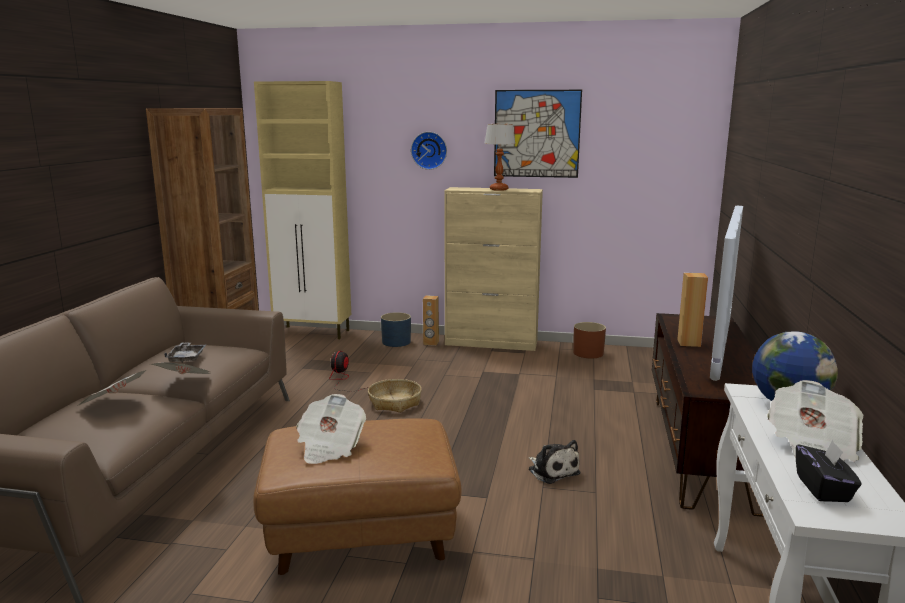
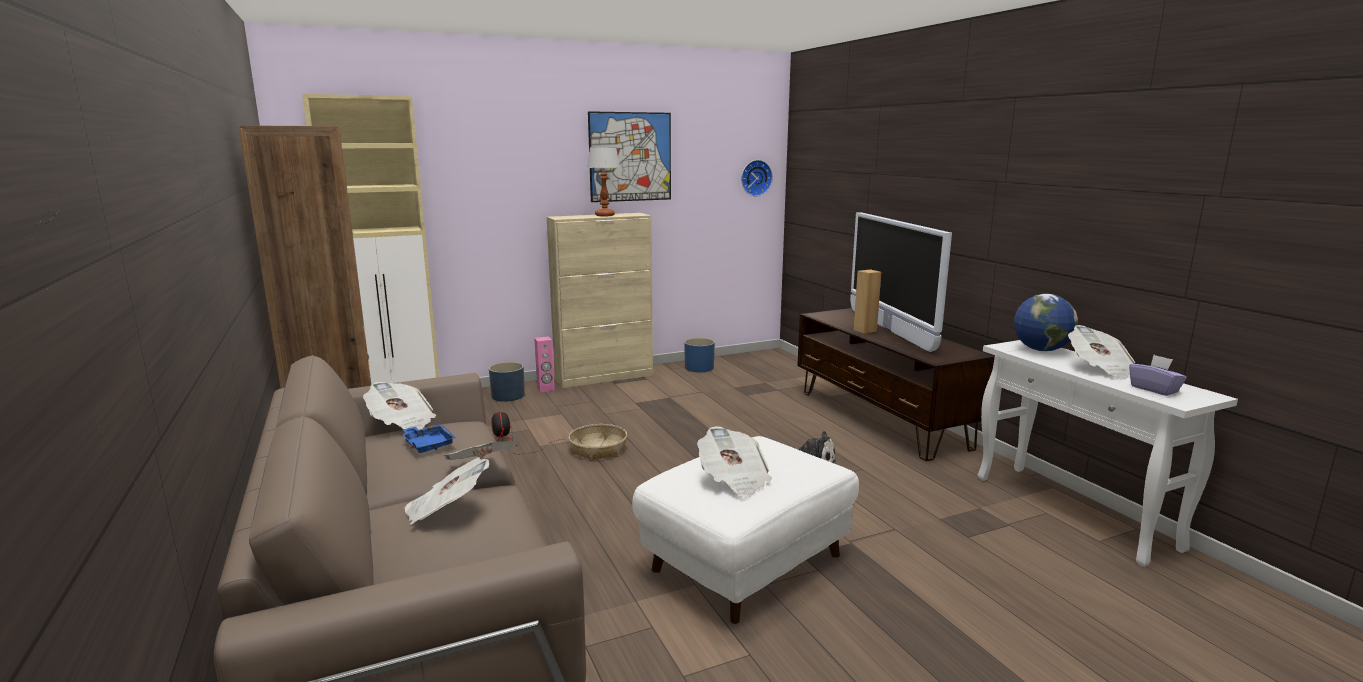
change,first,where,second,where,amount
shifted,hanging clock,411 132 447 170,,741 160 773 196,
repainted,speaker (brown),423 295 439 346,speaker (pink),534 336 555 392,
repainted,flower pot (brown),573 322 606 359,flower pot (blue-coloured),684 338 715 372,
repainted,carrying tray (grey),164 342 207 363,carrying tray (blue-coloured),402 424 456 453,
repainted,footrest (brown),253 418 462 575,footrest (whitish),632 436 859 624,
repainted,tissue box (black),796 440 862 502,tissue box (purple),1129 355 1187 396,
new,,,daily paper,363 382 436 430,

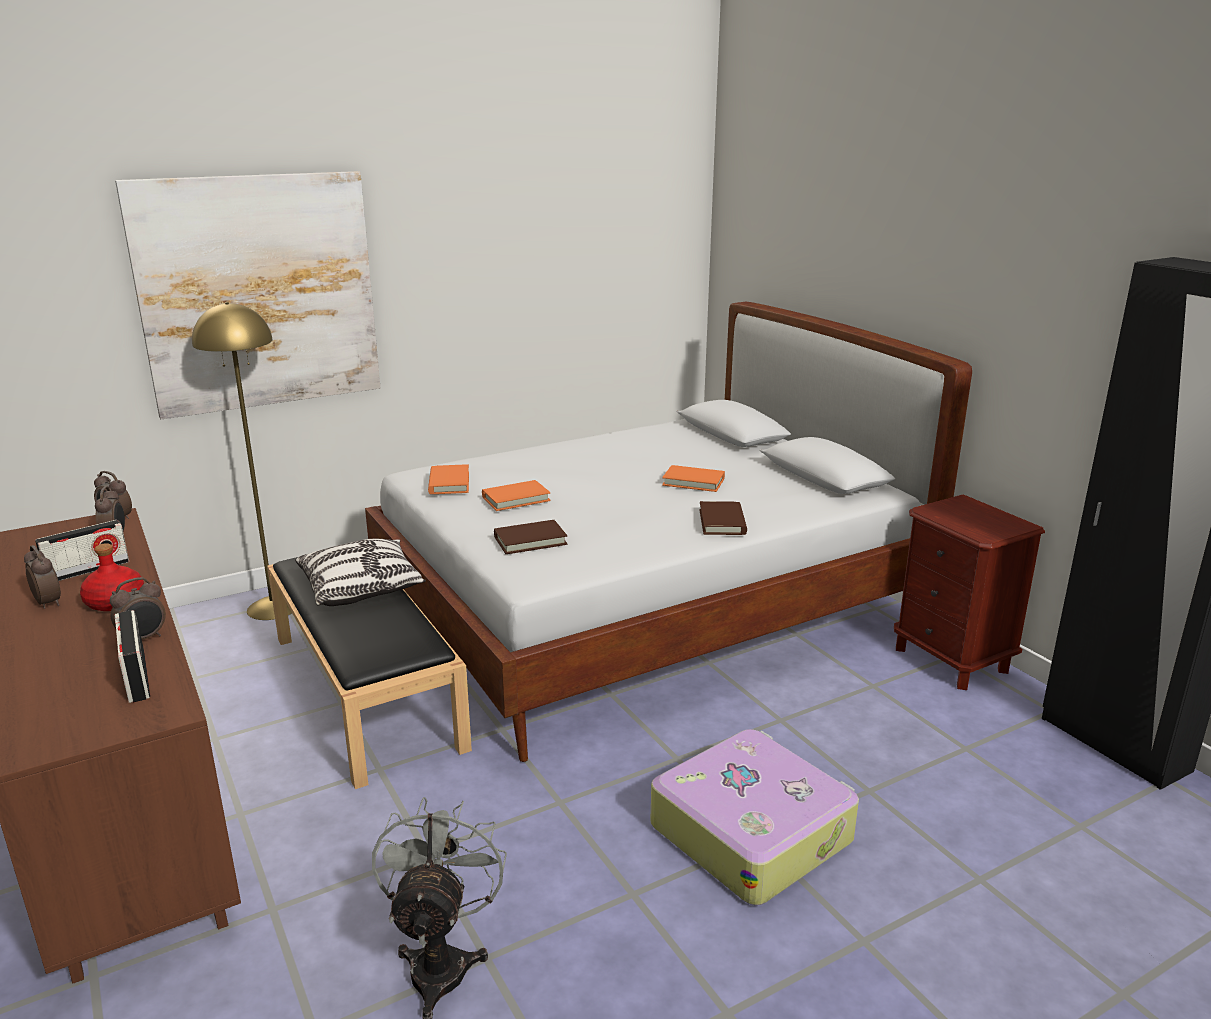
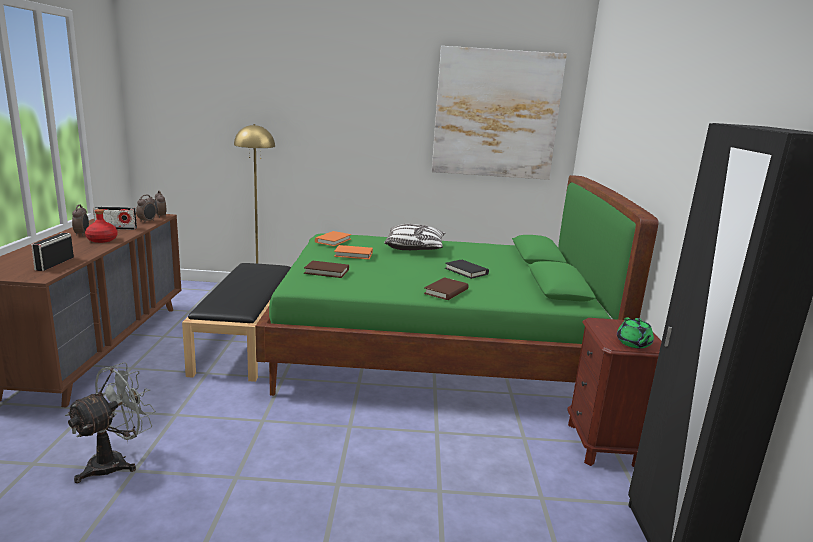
change,first,where,second,where,amount
shifted,wall art,115 171 380 419,,432 46 567 180,
repainted,sleeping bed (whitish),365 302 972 762,sleeping bed (greenish),255 175 659 396,
repainted,volume (orangey),662 465 725 492,volume (black),445 260 489 279,
shifted,throw pillow,295 539 426 606,,384 224 446 250,
gone,alarm clock,110 577 166 640,,,
gone,travel case,651 729 859 905,,,
new,,,teapot (greenish),617 317 654 349,

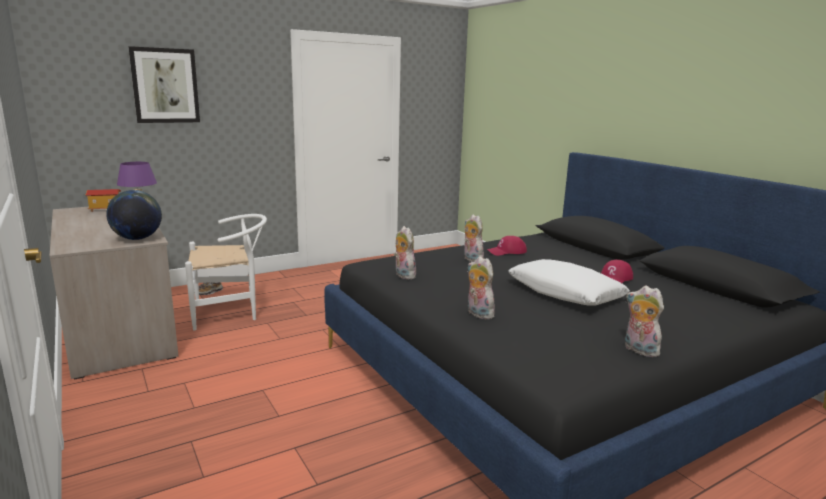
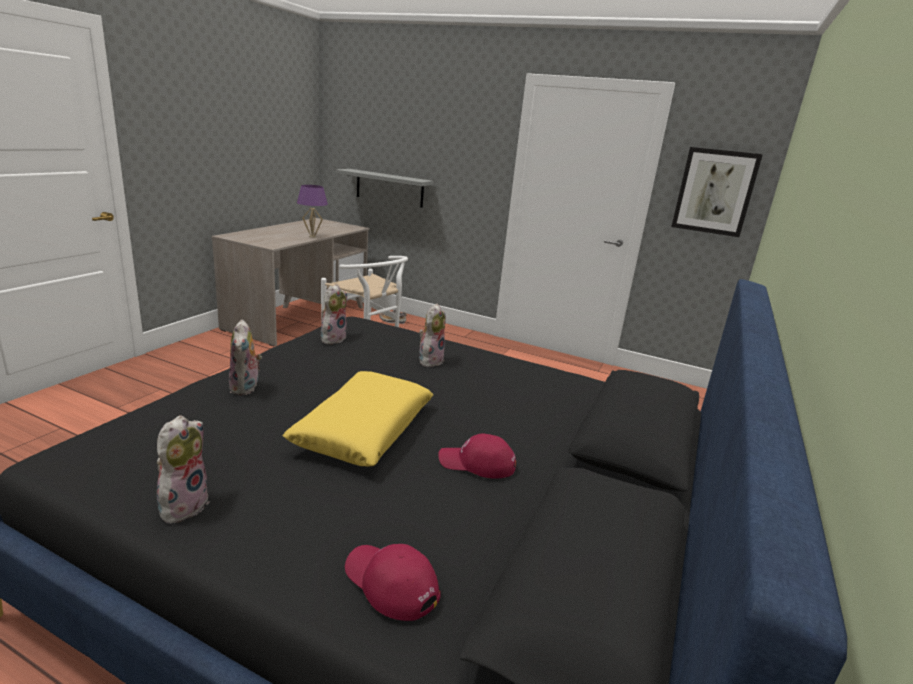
change,first,where,second,where,amount
shifted,wall art,129 46 200 123,,671 147 763 237,
gone,miniature house,85 189 121 212,,,
gone,world globe,106 190 162 240,,,
shifted,peaked cap (reddish),487 236 527 256,,345 544 441 621,
rotated,plush toy,468 256 496 319,,229 319 262 395,150 degrees clockwise
repainted,throw pillow (whitish),509 259 630 305,throw pillow (yellow-coloured),283 371 433 467,
new,,,wall shelf (grey),336 169 434 208,

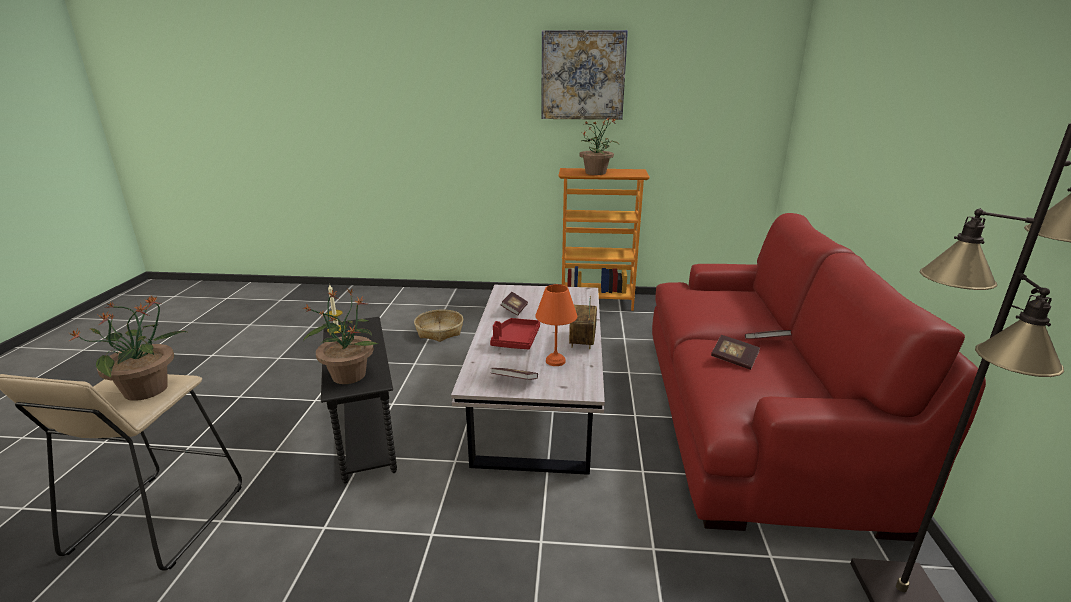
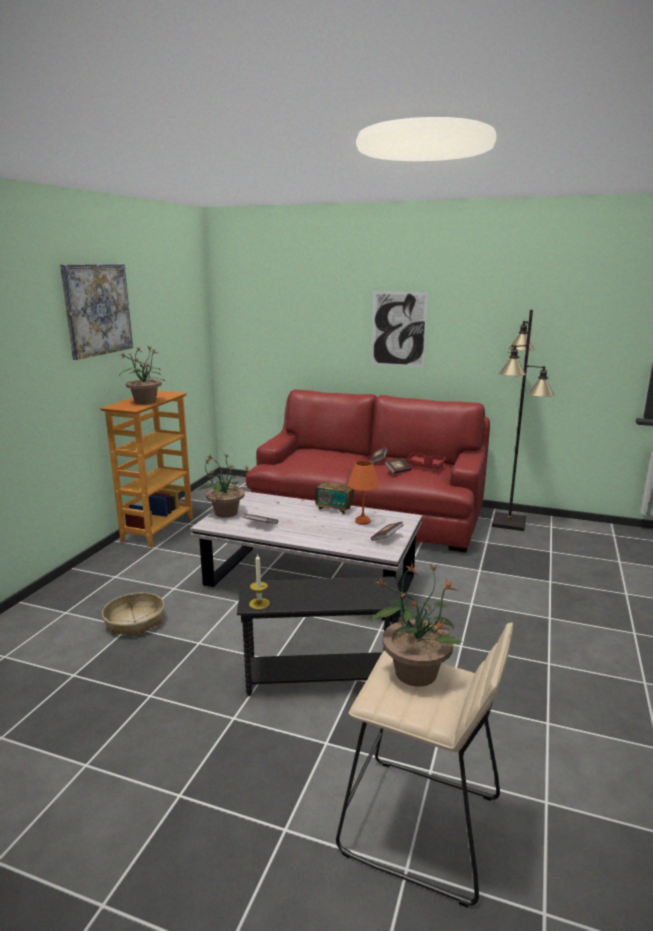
change,first,where,second,where,amount
shifted,houseplant,303 289 378 384,,197 453 248 518,
shifted,carrying tray (reddish),490 318 540 349,,406 453 446 469,
new,,,wall art,372 291 428 367,

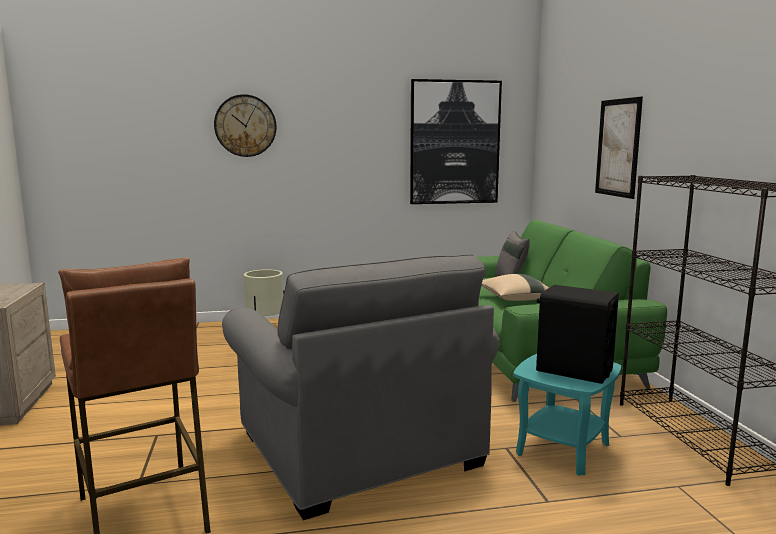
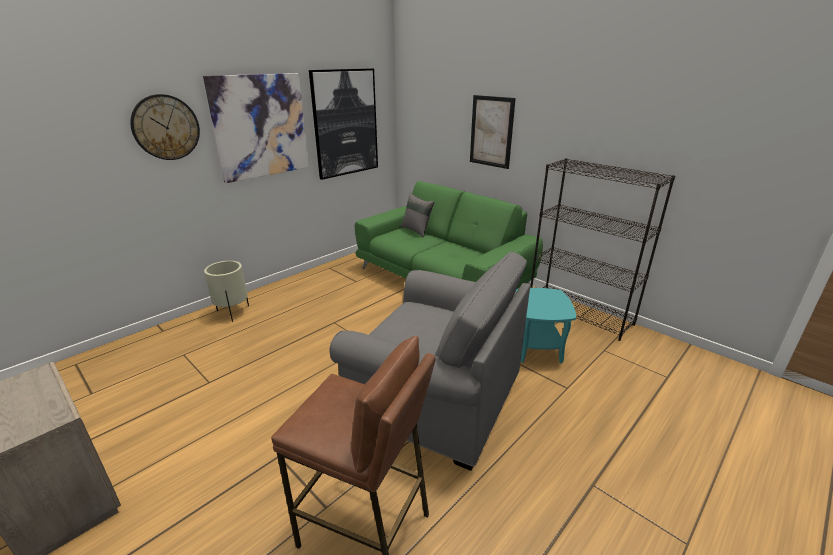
change,first,where,second,where,amount
gone,throw pillow (beige),481 274 549 301,,,
gone,speaker (black),536 285 619 384,,,
new,,,wall art,203 73 309 183,

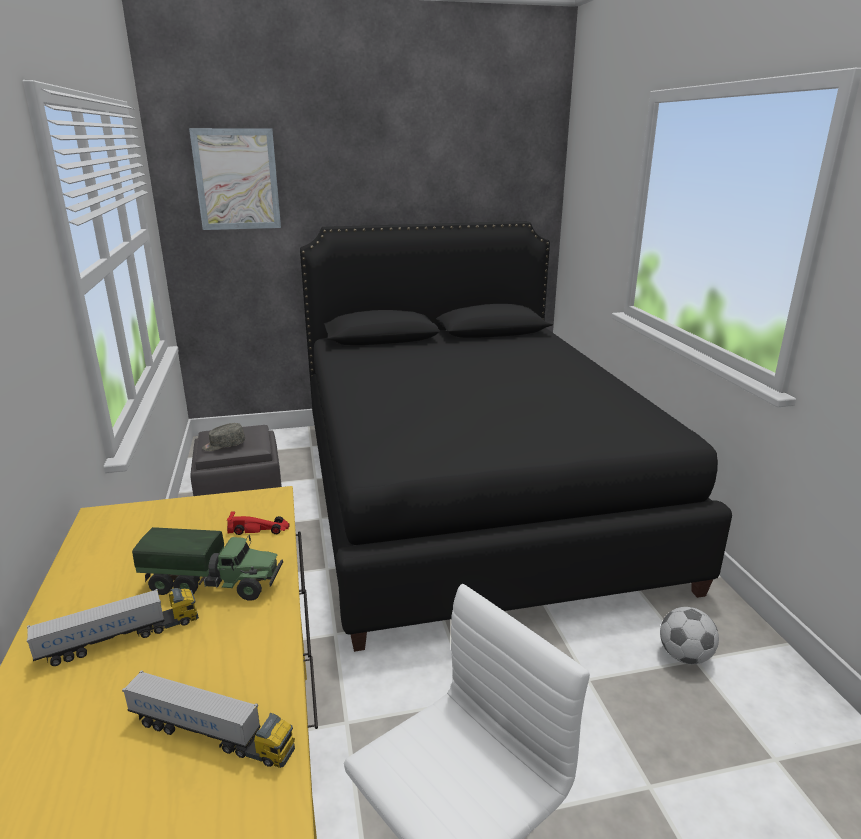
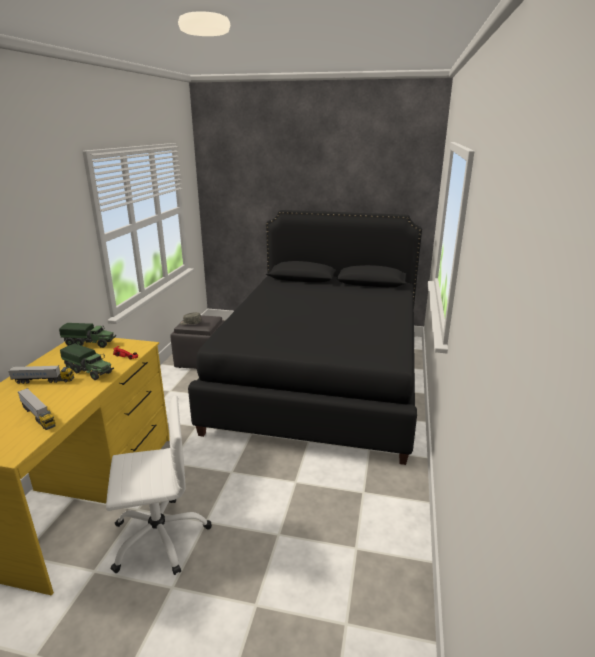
change,first,where,second,where,amount
gone,wall art,189 128 281 230,,,
gone,football,660 607 719 664,,,
new,,,toy lorry,59 323 116 348,

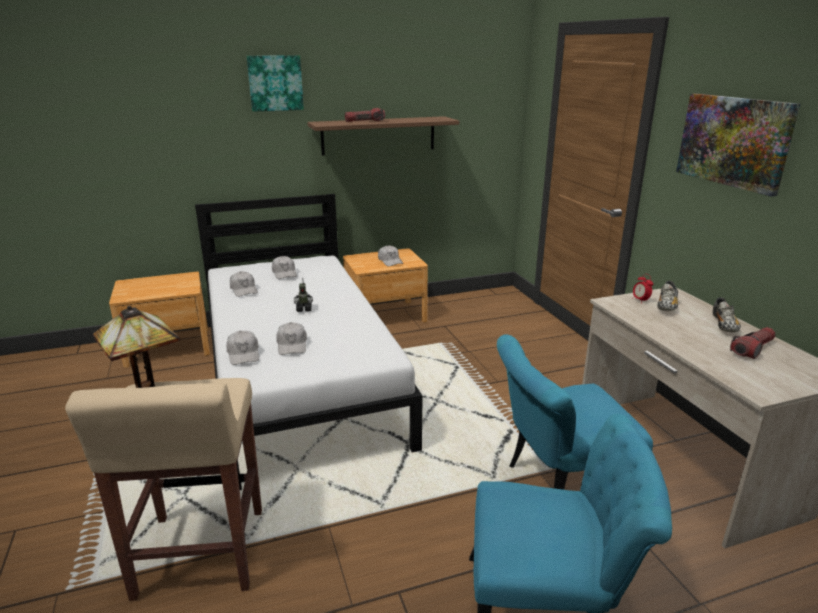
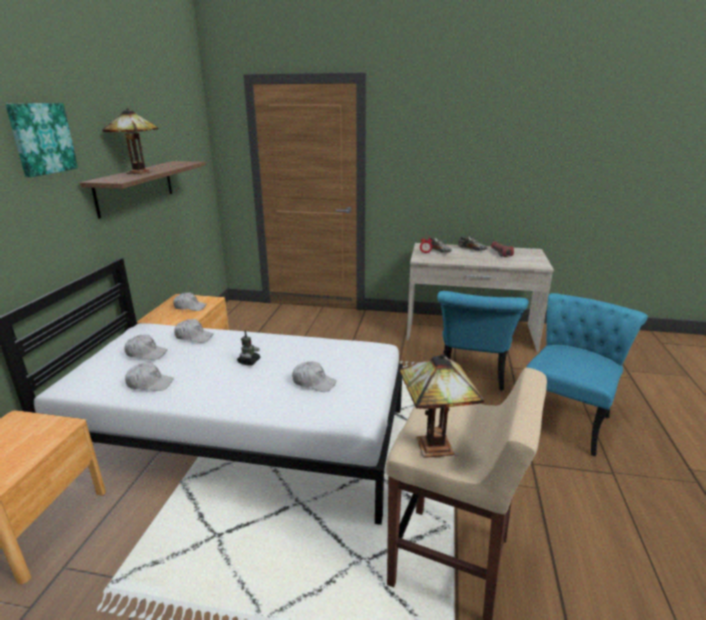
change,first,where,second,where,amount
gone,wall art,676 94 800 197,,,
swapped,flashlight,345 108 385 122,tabletop lamp,102 108 159 174,
shifted,peaked cap (whitish),226 331 259 365,,174 319 213 343,

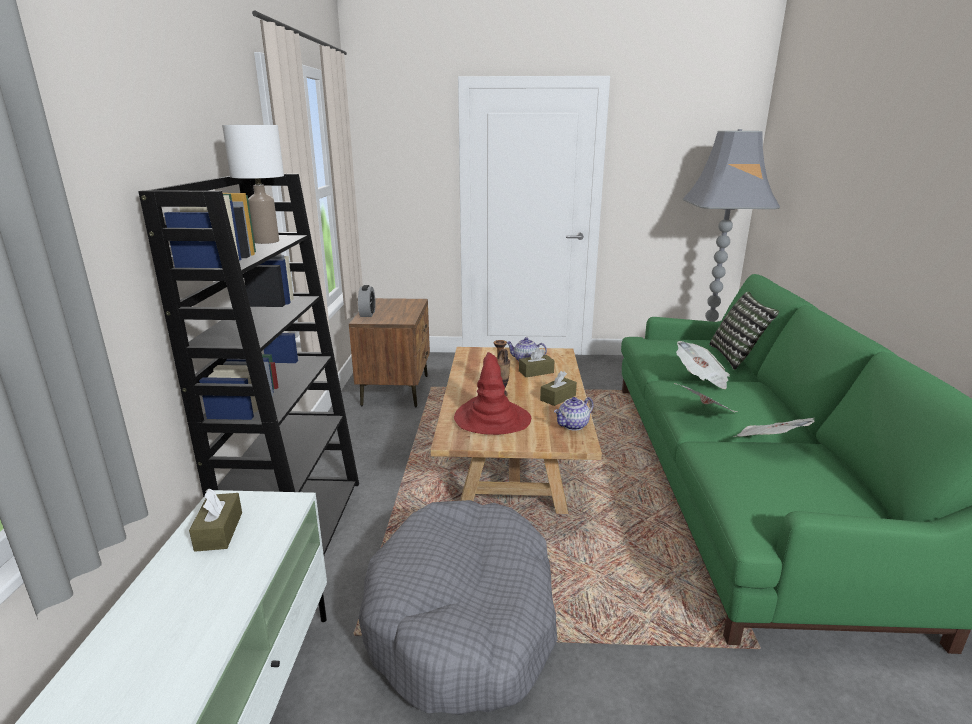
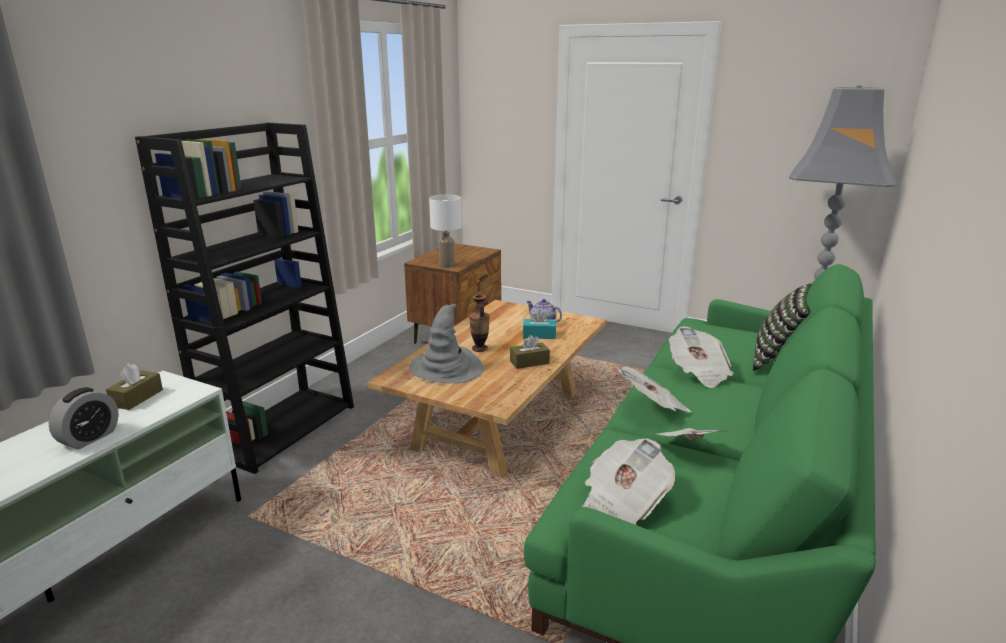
change,first,where,second,where,amount
shifted,tabletop lamp (whitish),222 125 284 244,,429 195 462 268,
shifted,alarm clock,358 285 375 317,,48 387 119 449,
repainted,tissue box (brown),519 348 555 377,tissue box (turquoise),523 310 556 339,
repainted,wearable hat (reddish),454 352 531 435,wearable hat (grey),409 304 483 383,
gone,teapot,554 397 594 431,,,
gone,pet bed (grey),358 500 557 715,,,
new,,,daily paper,582 438 675 525,

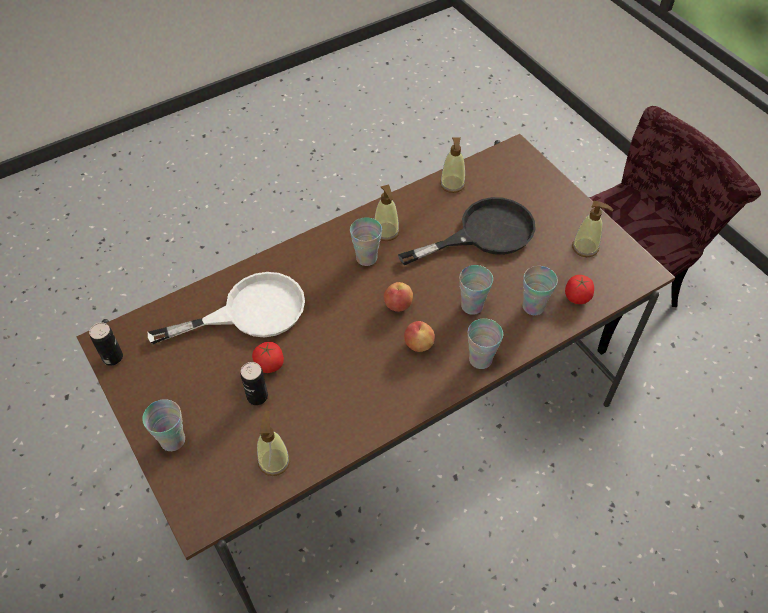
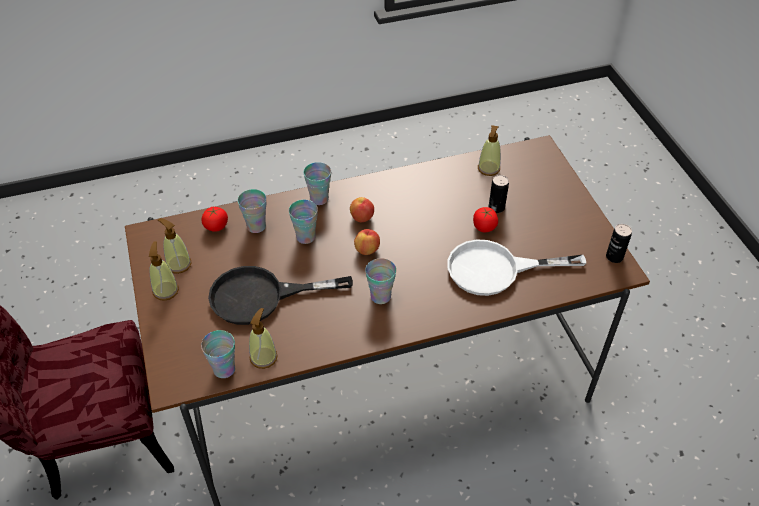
change,first,where,second,where,amount
shifted,soap bottle,374 184 400 241,,149 241 179 301,
shifted,cup,142 399 185 451,,201 330 235 378,

